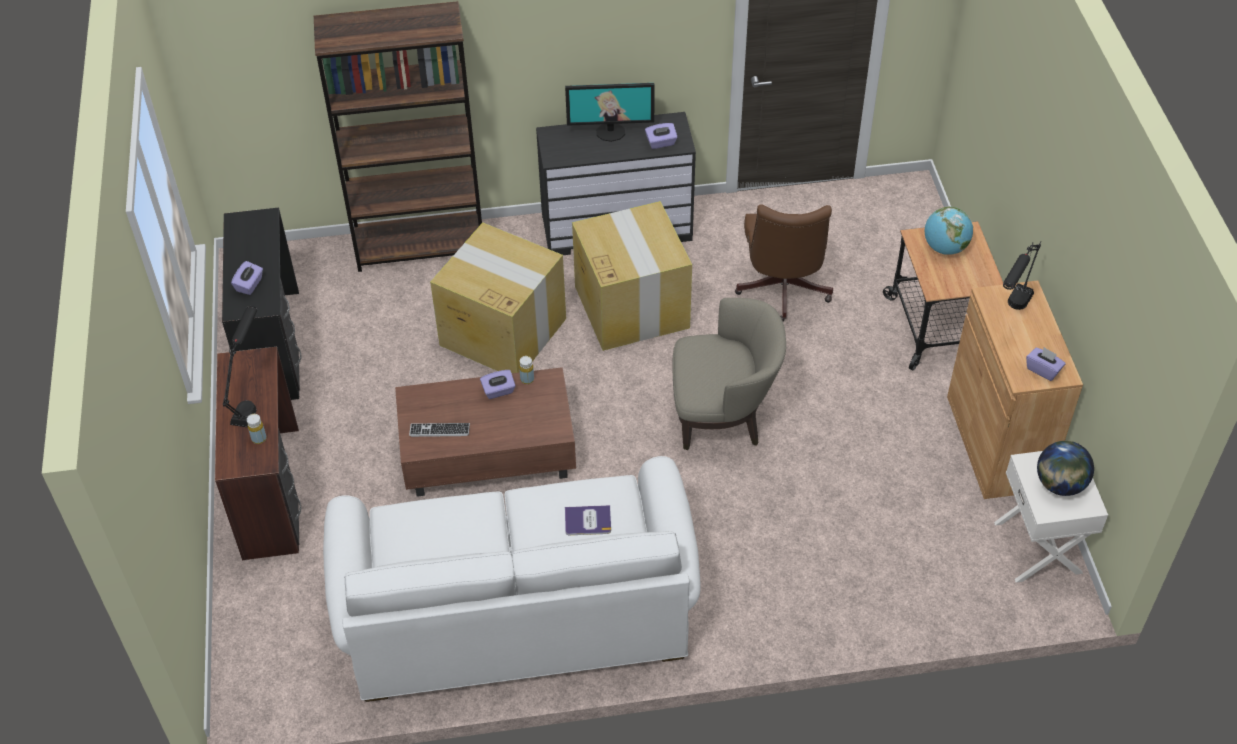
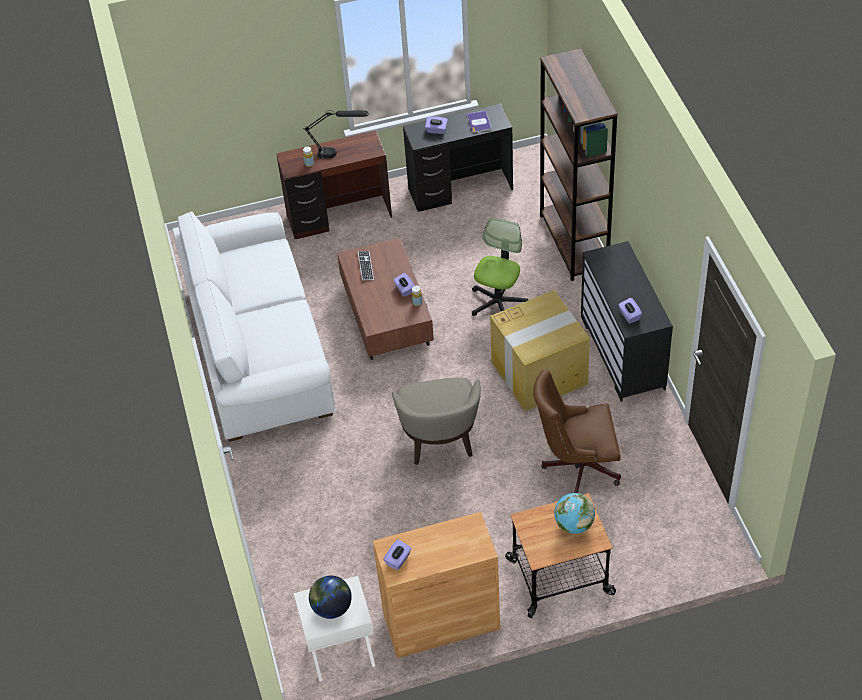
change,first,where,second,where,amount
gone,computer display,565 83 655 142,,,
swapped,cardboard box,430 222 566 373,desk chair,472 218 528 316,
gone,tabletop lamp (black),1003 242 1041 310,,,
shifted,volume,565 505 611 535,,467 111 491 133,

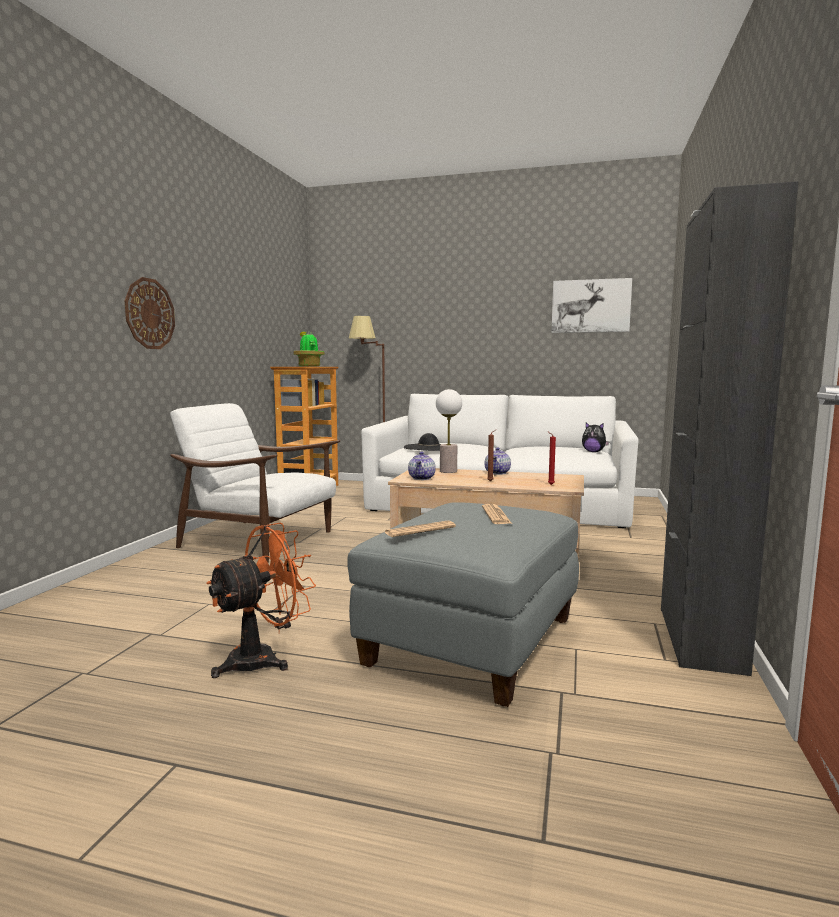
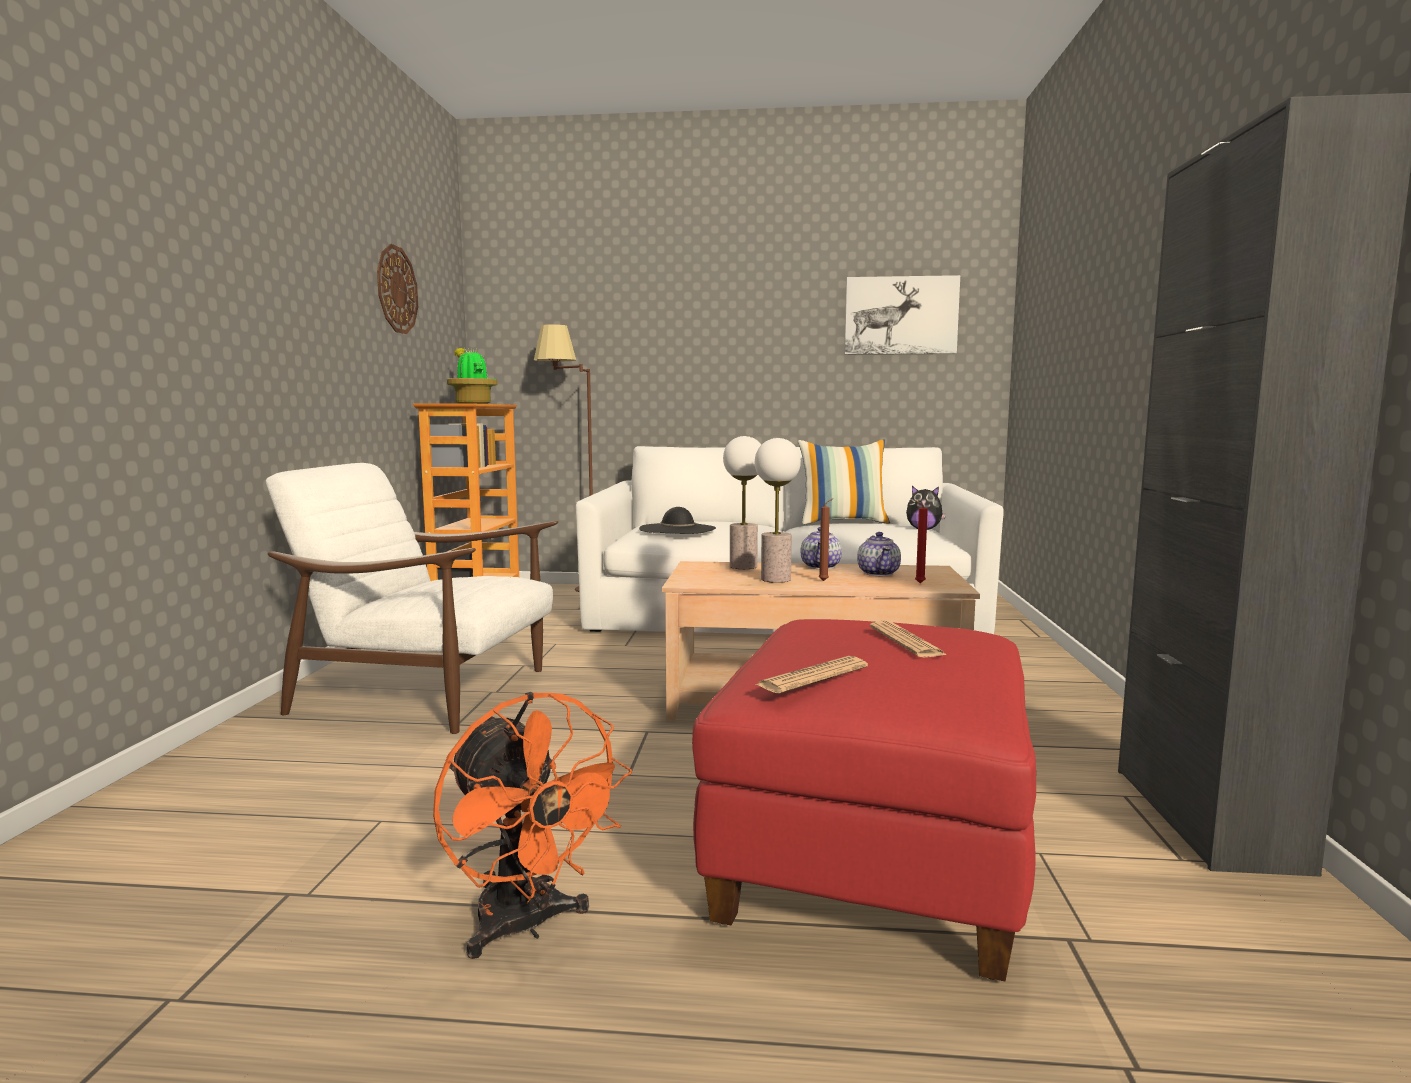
change,first,where,second,where,amount
shifted,hanging clock,125 277 175 349,,377 244 418 334,
shifted,teapot,408 452 436 480,,857 532 901 576,
repainted,footrest (grey),347 502 579 707,footrest (reddish),692 619 1036 981,
rotated,electric fan (orangey),206 522 316 678,,433 692 632 959,105 degrees clockwise
new,,,tabletop lamp,755 438 801 583,
new,,,throw pillow,798 439 890 525,

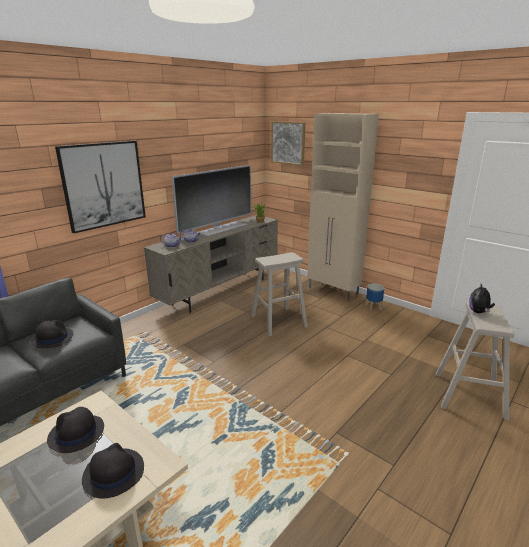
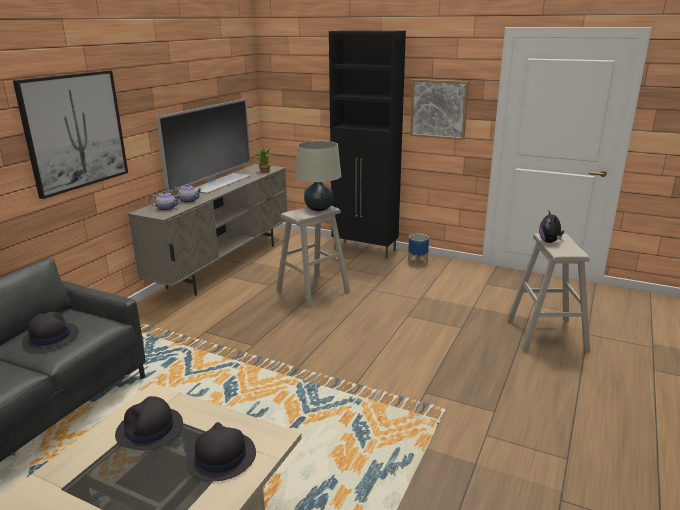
change,first,where,second,where,amount
repainted,cupboard (beige),307 113 379 301,cupboard (black),329 31 406 259,
shifted,wall art,271 121 305 166,,410 79 469 140,
new,,,tabletop lamp (beige),295 141 341 211,

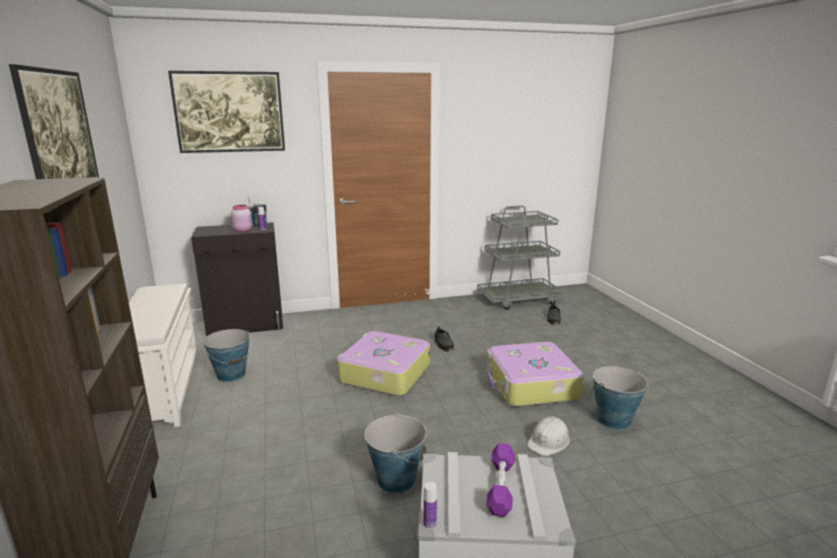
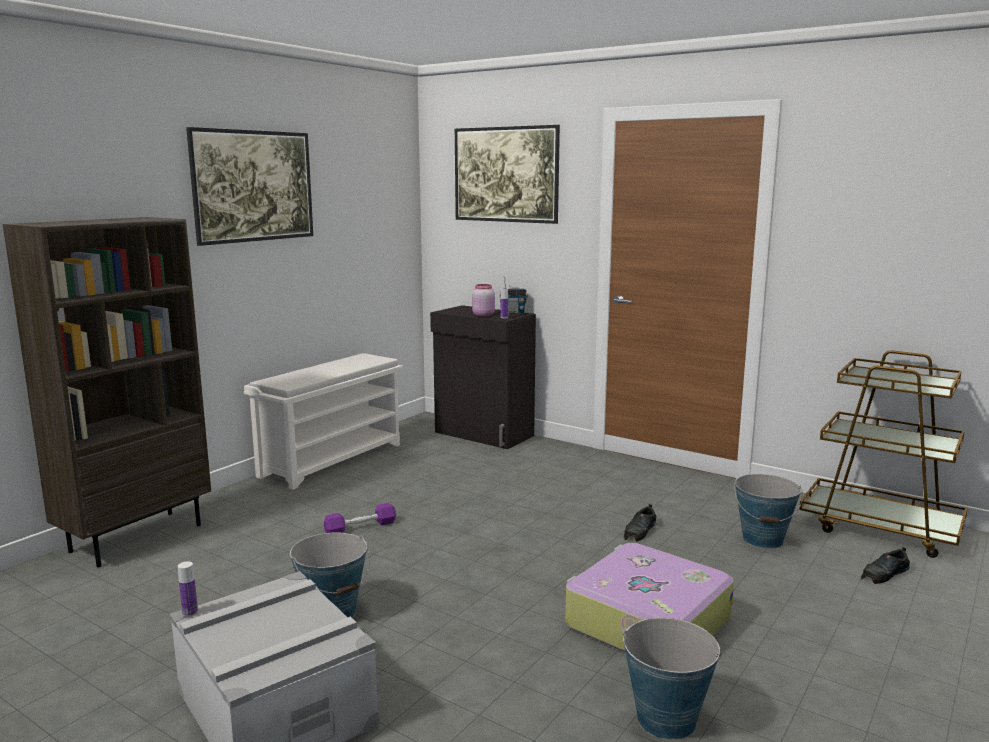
change,first,where,second,where,amount
repainted,wheeled cart (grey),477 206 563 310,wheeled cart (brown),799 350 968 558,
shifted,water bucket,203 329 252 382,,734 474 803 549,
gone,travel case,337 331 430 396,,,
gone,work helmet (whitish),527 417 570 456,,,
shifted,free weight (purple),486 443 515 517,,324 503 396 533,

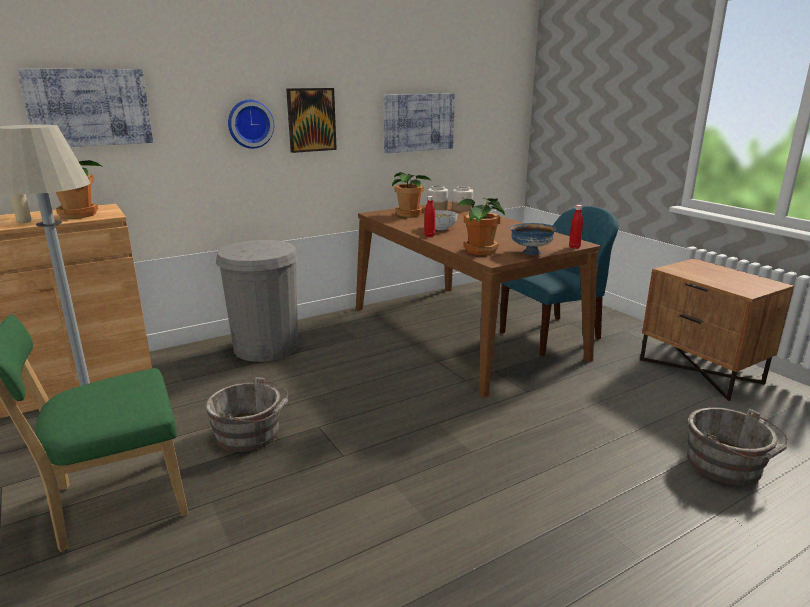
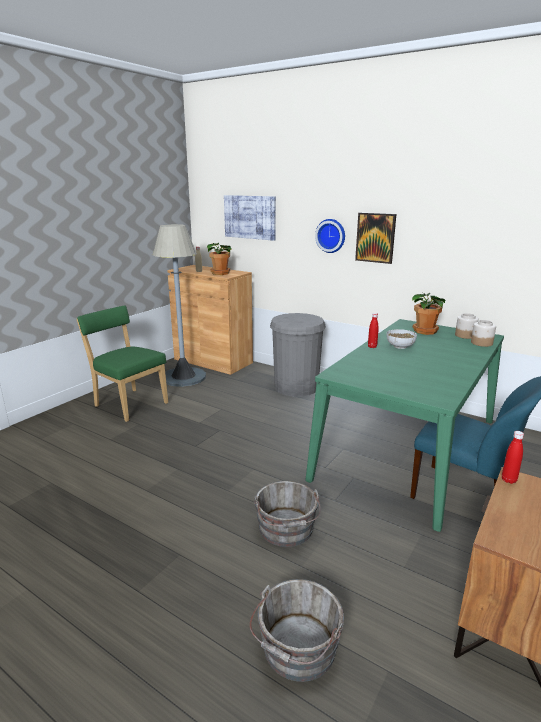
change,first,where,second,where,amount
gone,wall art,383 93 455 153,,,
gone,houseplant,456 197 505 255,,,
repainted,kitchen table (brown),356 201 600 398,kitchen table (greenish),305 319 504 532,
shifted,beverage bottle (reddish),569 205 583 249,,502 431 524 484,
gone,deep dish (blue-coloured),510 223 556 255,,,
shifted,water bucket (grey),206 377 288 452,,254 481 321 547,

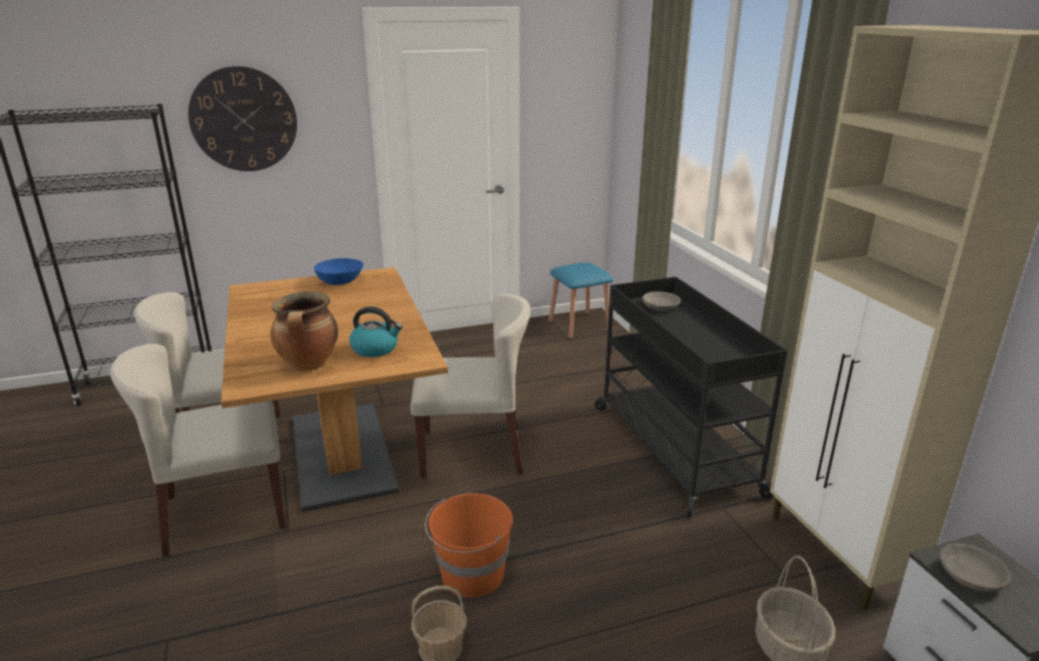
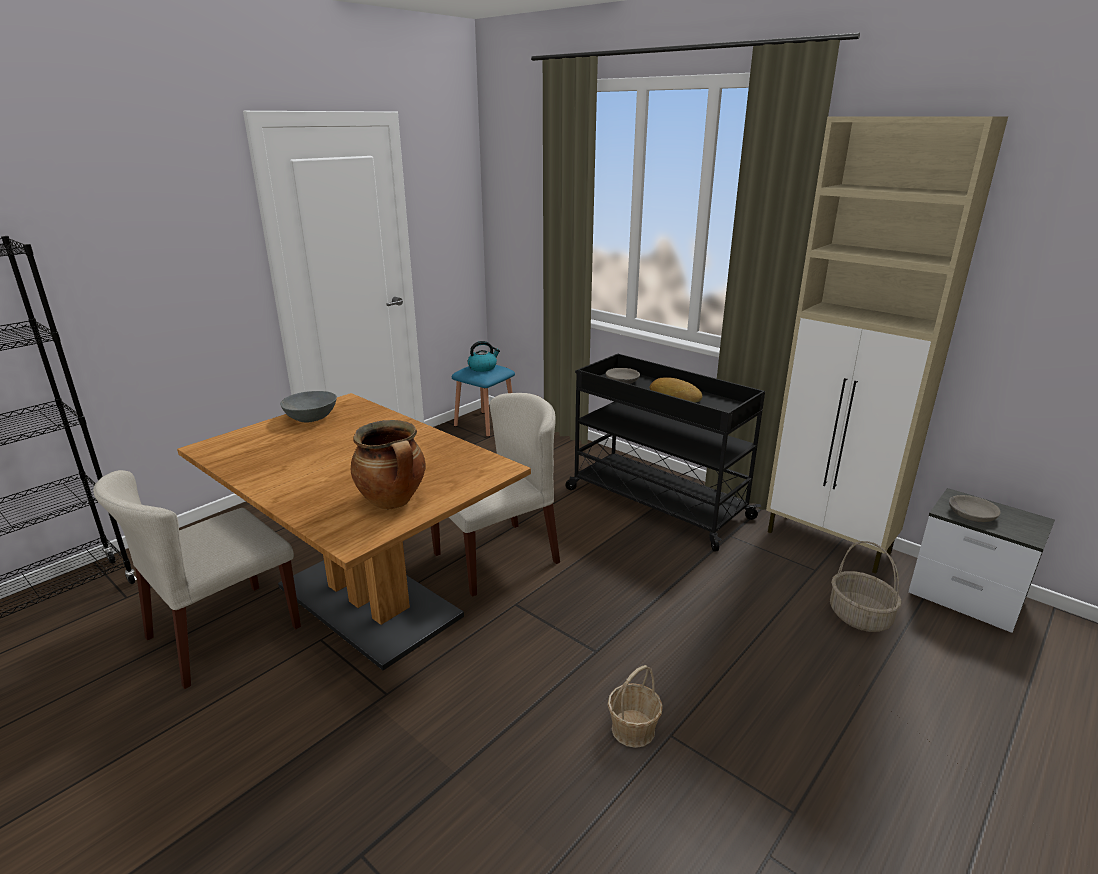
change,first,where,second,where,amount
gone,hanging clock,188 66 297 171,,,
repainted,deep dish (blue-coloured),314 258 363 285,deep dish (grey),280 391 337 423,
shifted,tea kettle,350 307 403 357,,468 341 500 372,
gone,plain chair (beige),110 344 286 557,,,
gone,water bucket (orangey),425 493 513 598,,,
new,,,bakery bread,650 377 702 403,

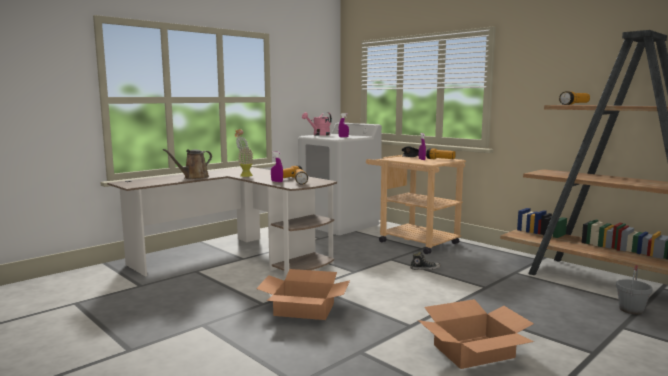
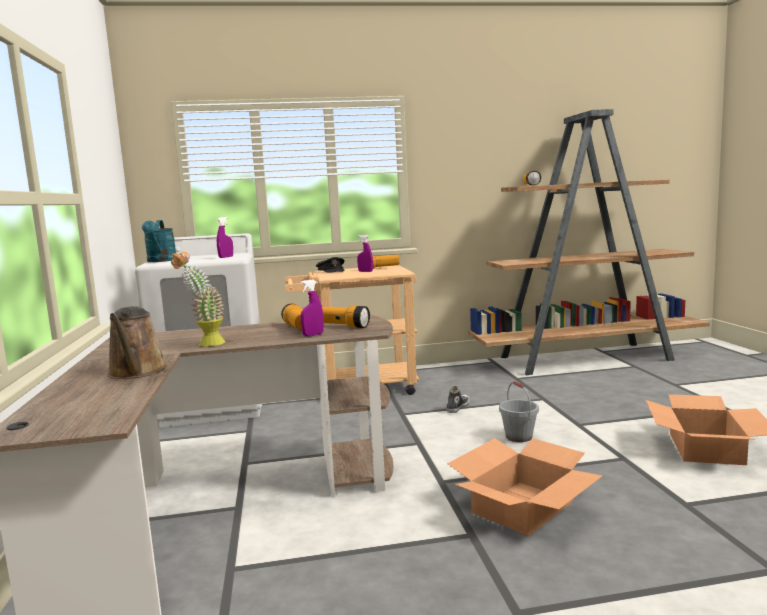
change,first,where,second,where,amount
repainted,watering can (pink),302 112 332 136,watering can (turquoise),142 220 177 262,
shifted,water bucket (grey),616 265 653 315,,499 381 539 442,

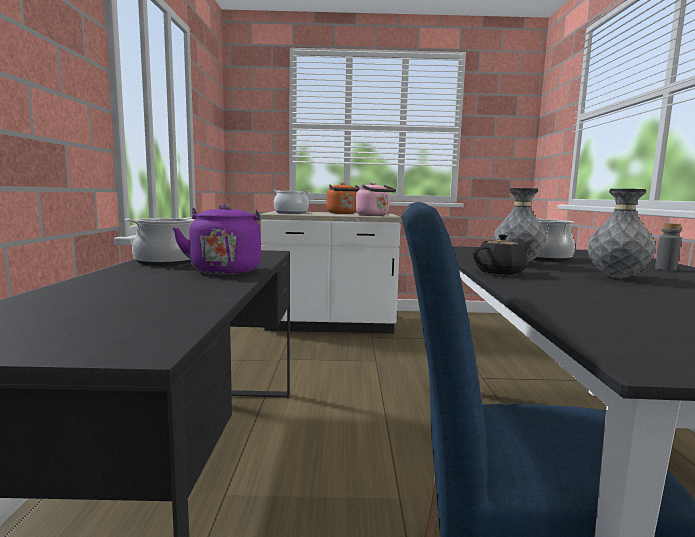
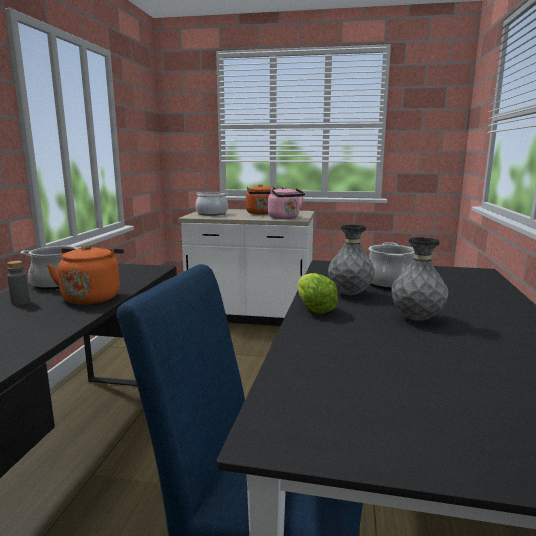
change,first,where,second,where,amount
repainted,tea kettle (purple),173 204 261 275,tea kettle (orangey),47 245 124 304,
shifted,beverage bottle (grey),655 223 681 271,,7 261 30 305,
swapped,teapot (black),473 234 532 275,lettuce head,297 273 338 314,

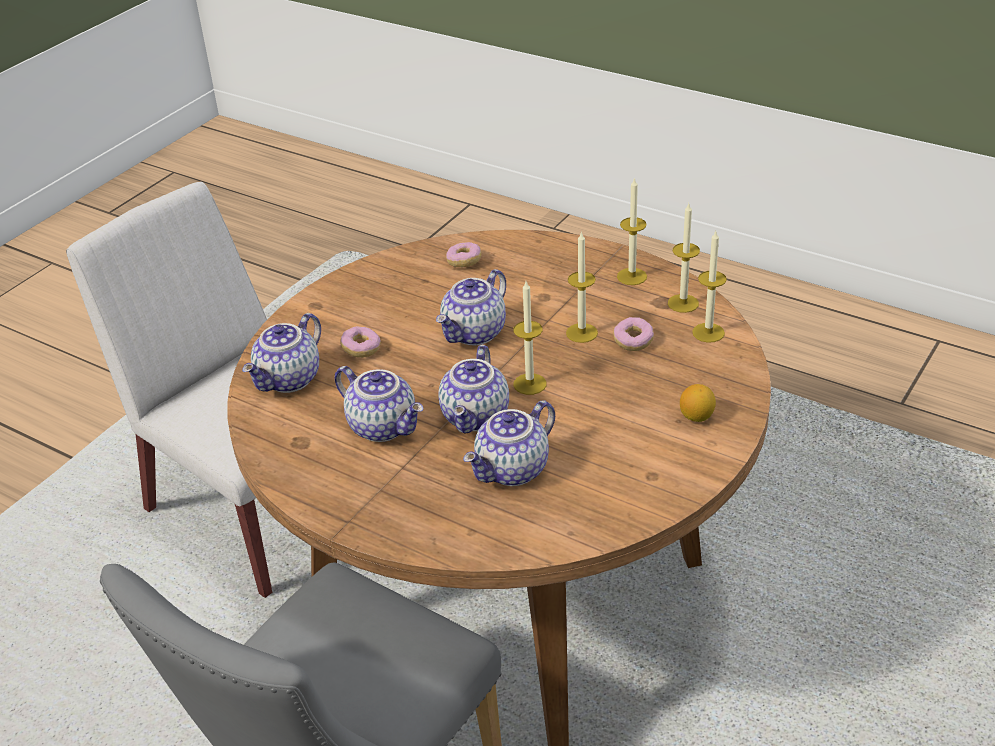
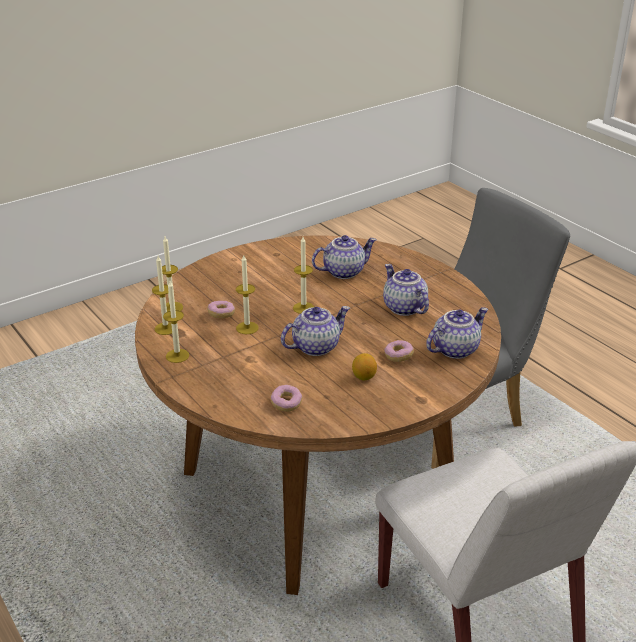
change,first,where,second,where,amount
gone,teapot,438 345 509 433,,,
shifted,whole lemon,680 384 716 422,,352 353 377 380,

